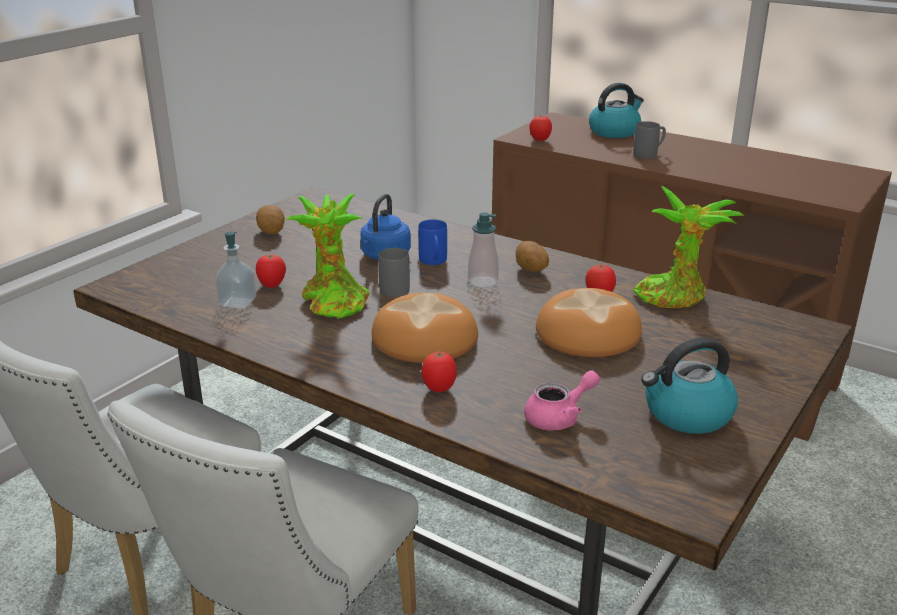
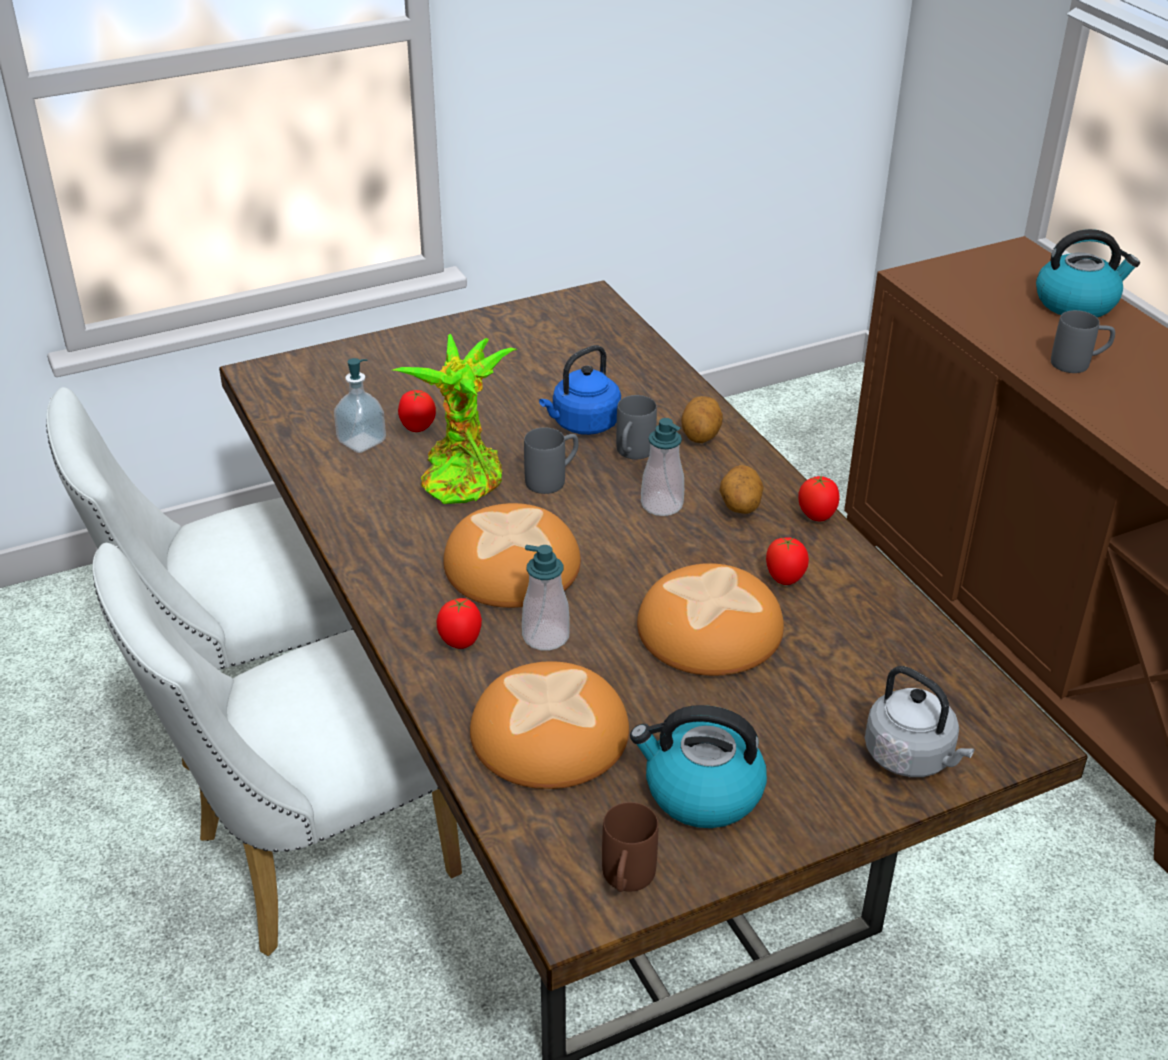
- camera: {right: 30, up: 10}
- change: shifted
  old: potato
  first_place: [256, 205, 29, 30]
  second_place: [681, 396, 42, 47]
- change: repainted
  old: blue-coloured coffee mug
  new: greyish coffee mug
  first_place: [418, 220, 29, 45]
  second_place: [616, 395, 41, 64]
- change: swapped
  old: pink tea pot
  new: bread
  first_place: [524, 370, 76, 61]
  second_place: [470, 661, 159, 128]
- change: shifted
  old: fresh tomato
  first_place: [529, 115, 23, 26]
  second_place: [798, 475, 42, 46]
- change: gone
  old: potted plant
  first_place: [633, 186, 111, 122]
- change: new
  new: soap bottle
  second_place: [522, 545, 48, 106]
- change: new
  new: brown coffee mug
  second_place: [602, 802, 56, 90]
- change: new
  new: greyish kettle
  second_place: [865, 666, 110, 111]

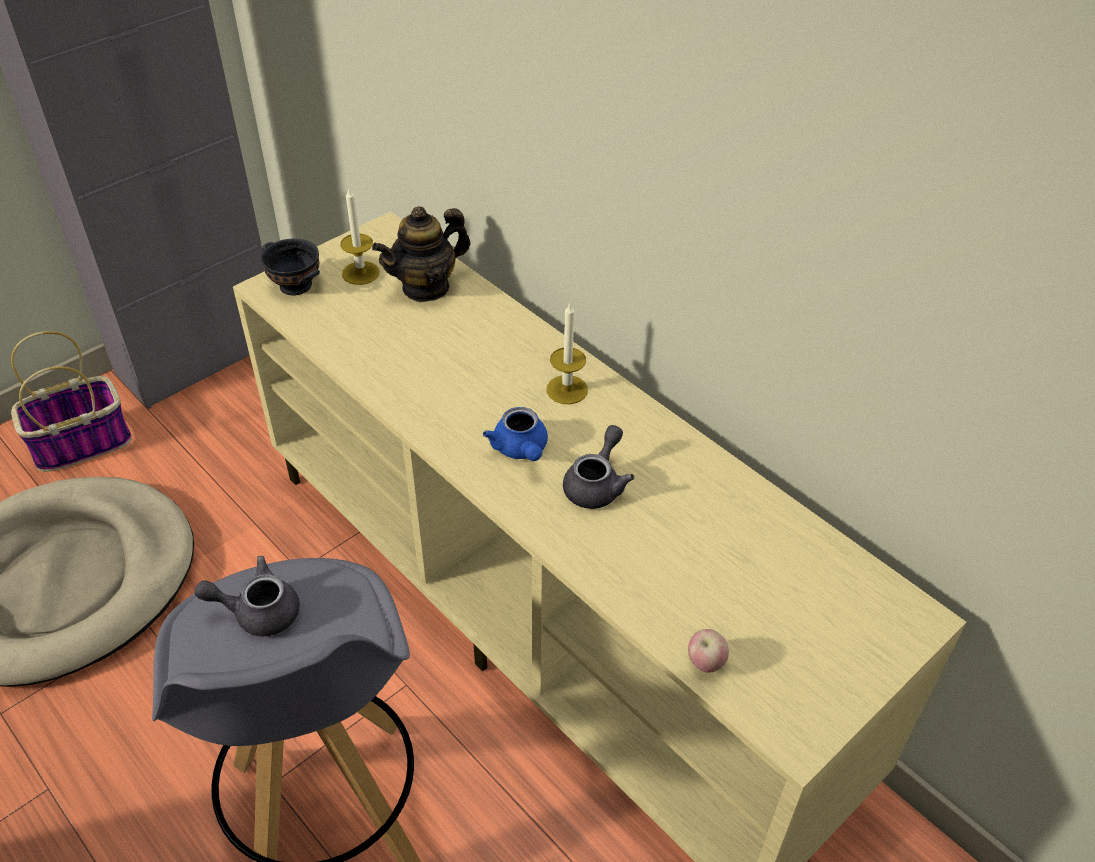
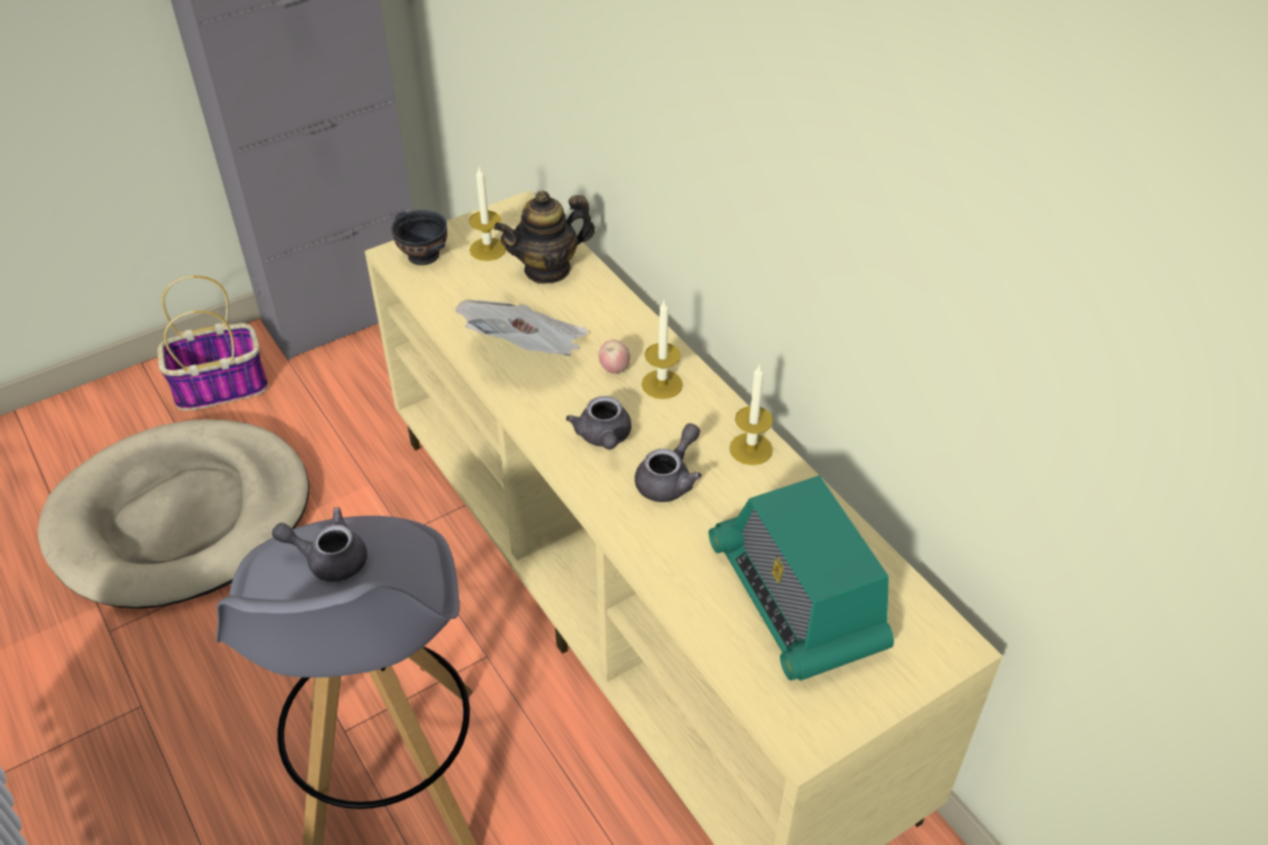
- camera: {right: 10, up: 0}
- change: repainted
  old: blue-coloured tea pot
  new: greyish tea pot
  first_place: [483, 407, 65, 54]
  second_place: [566, 396, 66, 54]
- change: shifted
  old: apple fruit
  first_place: [688, 629, 41, 44]
  second_place: [599, 340, 31, 34]
- change: new
  new: printed paper
  second_place: [455, 300, 134, 56]
- change: new
  new: radio receiver
  second_place: [709, 475, 185, 206]
- change: new
  new: candle
  second_place: [729, 363, 44, 102]

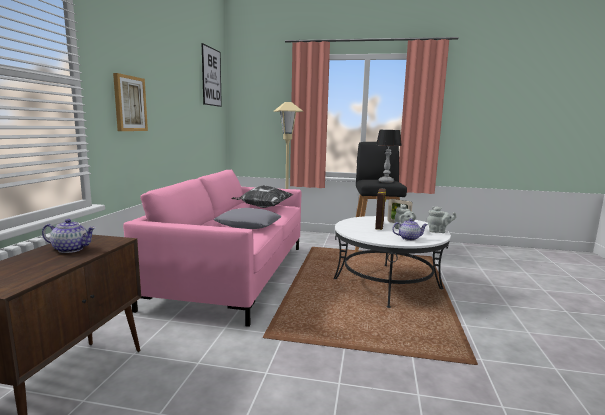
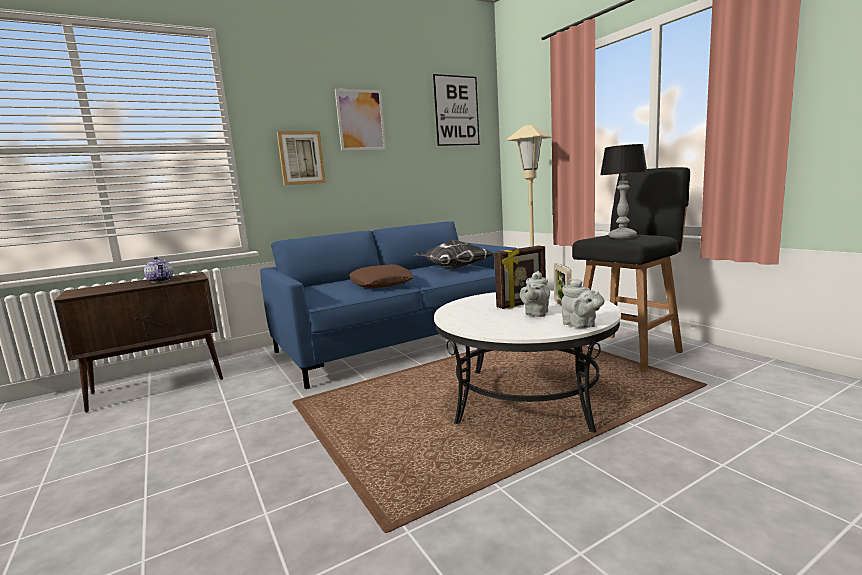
- camera: {right: 50, up: 0}
- change: repainted
  old: pink settee
  new: blue-coloured settee
  first_place: [123, 170, 178, 157]
  second_place: [260, 221, 256, 168]
- change: repainted
  old: greyish throw pillow
  new: brown throw pillow
  first_place: [213, 208, 69, 21]
  second_place: [349, 264, 65, 24]
- change: gone
  old: tea pot
  first_place: [392, 219, 36, 22]
- change: new
  new: wall picture
  second_place: [335, 88, 51, 63]

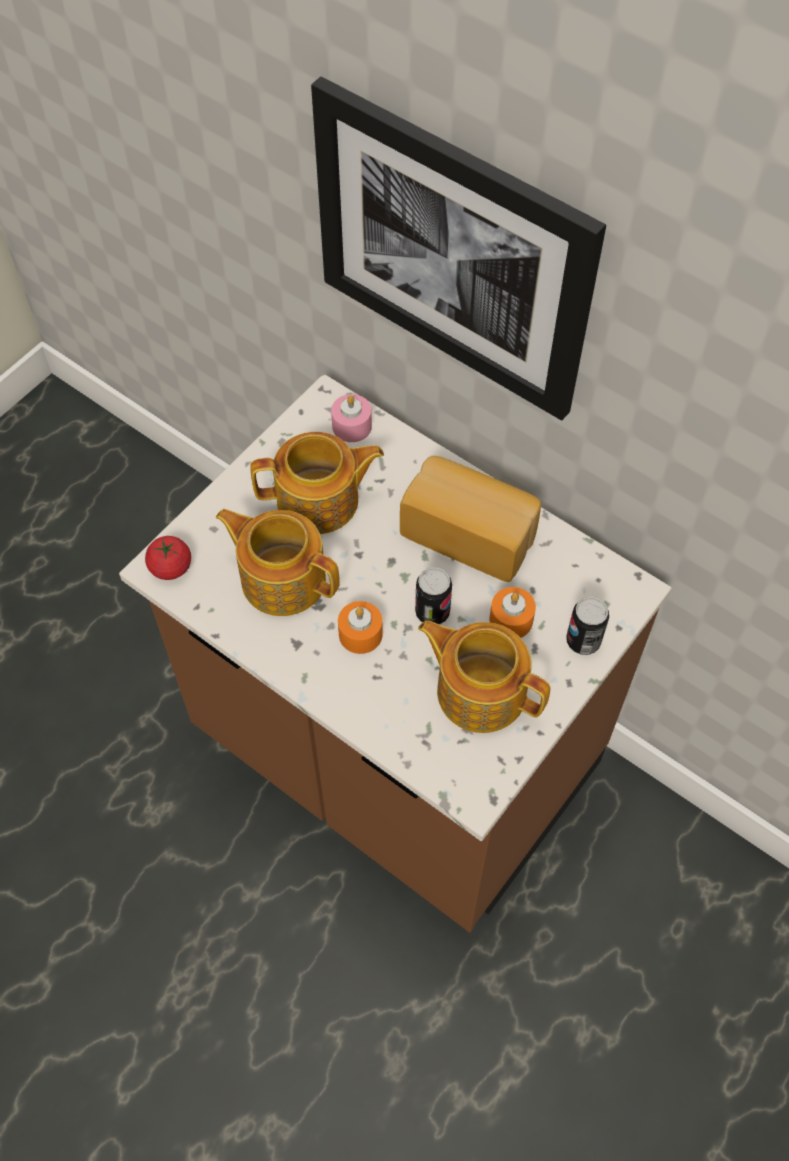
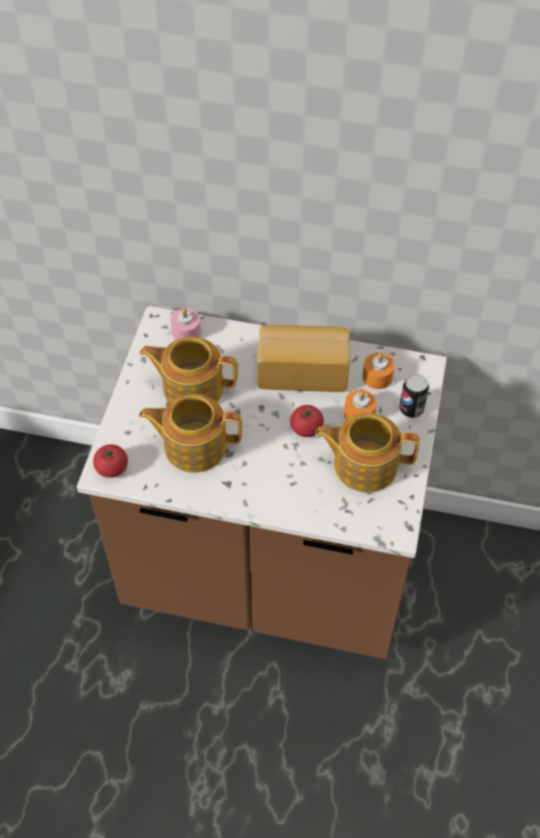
- camera: {right: -25, up: -5}
- change: rotated
  old: tea pot
  first_place: [250, 432, 134, 102]
  second_place: [140, 337, 98, 66]
  degrees: -135
- change: gone
  old: wall picture
  first_place: [311, 76, 295, 344]
- change: shifted
  old: orangey candle
  first_place: [338, 601, 45, 53]
  second_place: [362, 353, 33, 36]
- change: swapped
  old: can
  new: fresh tomato
  first_place: [415, 567, 37, 58]
  second_place: [290, 405, 34, 32]

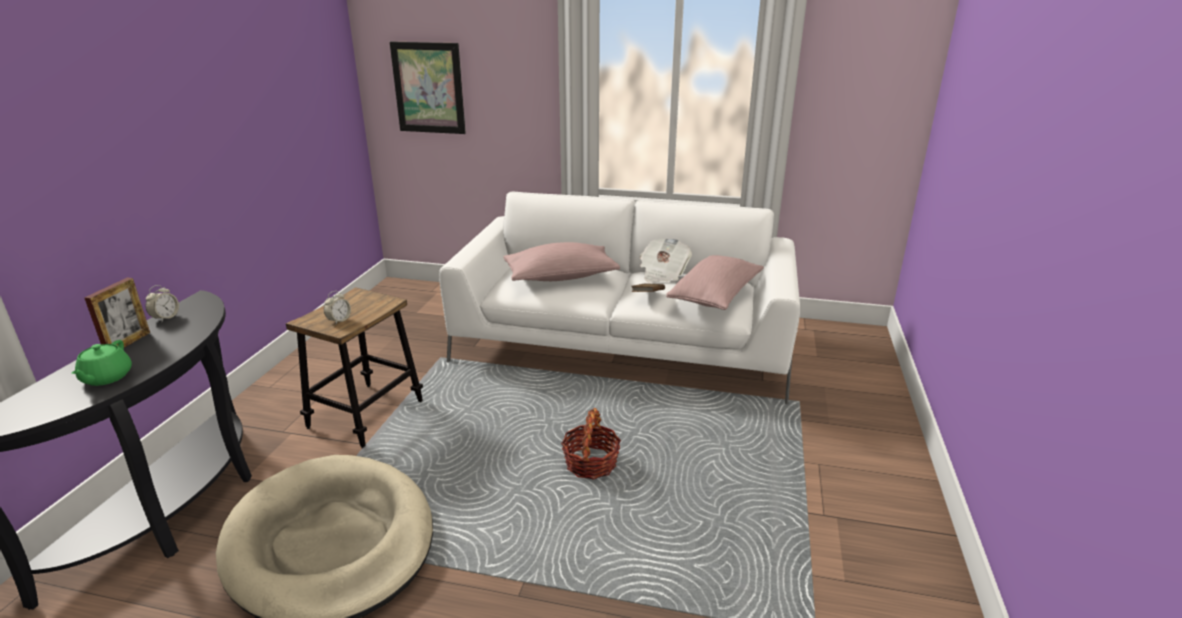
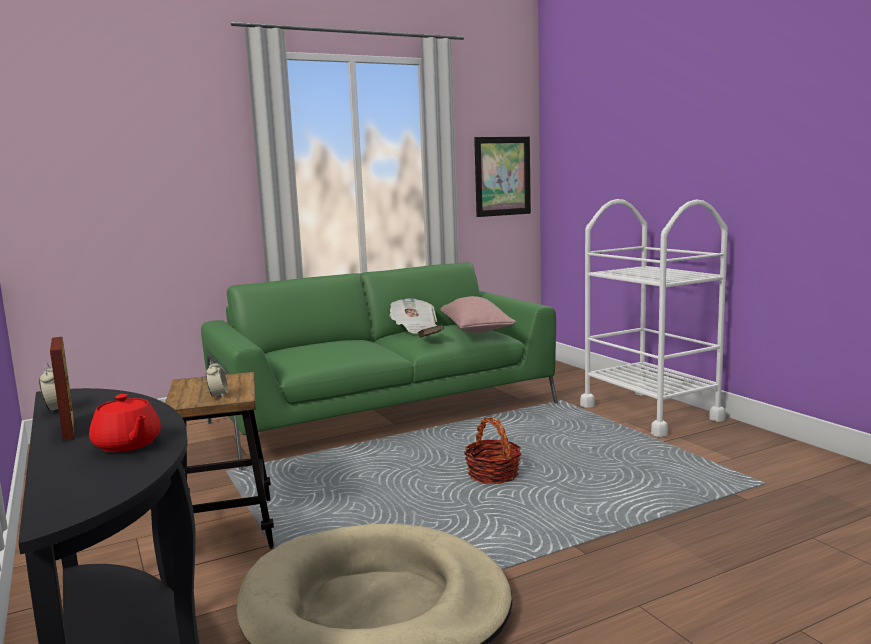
- camera: {right: -40, up: -15}
- change: repainted
  old: green-coloured tea pot
  new: red tea pot
  first_place: [71, 340, 61, 46]
  second_place: [89, 394, 72, 58]
- change: shifted
  old: wall picture
  first_place: [390, 42, 76, 92]
  second_place: [474, 137, 57, 80]
- change: repainted
  old: white settee
  new: green-coloured settee
  first_place: [439, 192, 361, 213]
  second_place: [201, 262, 357, 209]
- change: gone
  old: pink throw pillow
  first_place: [503, 242, 117, 39]
- change: new
  new: white cart
  second_place: [580, 199, 148, 238]

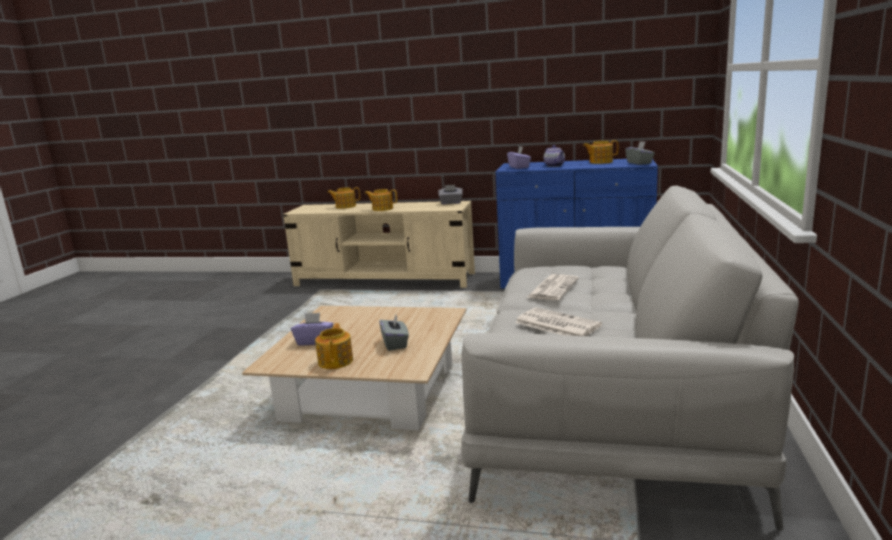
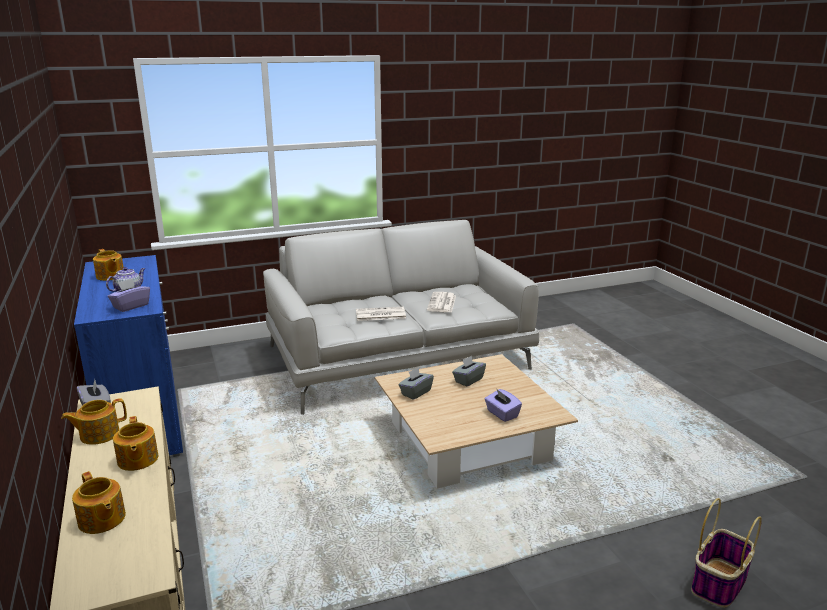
- camera: {right: -125, up: 5}
- change: shifted
  old: tea pot
  first_place: [315, 323, 38, 46]
  second_place: [61, 398, 66, 47]
- change: shifted
  old: greyish box of tissues
  first_place: [625, 141, 30, 24]
  second_place: [399, 367, 35, 33]
- change: new
  new: storage basket
  second_place: [691, 498, 71, 110]

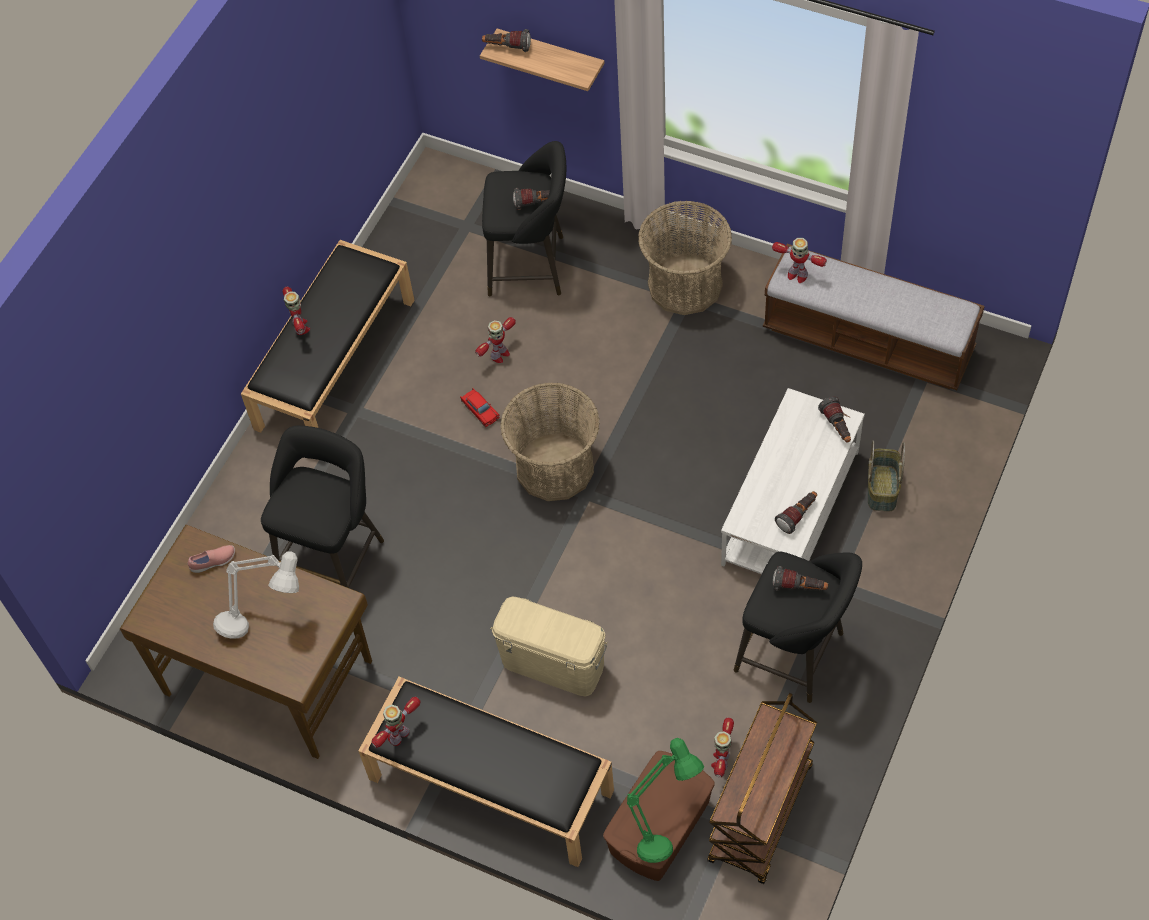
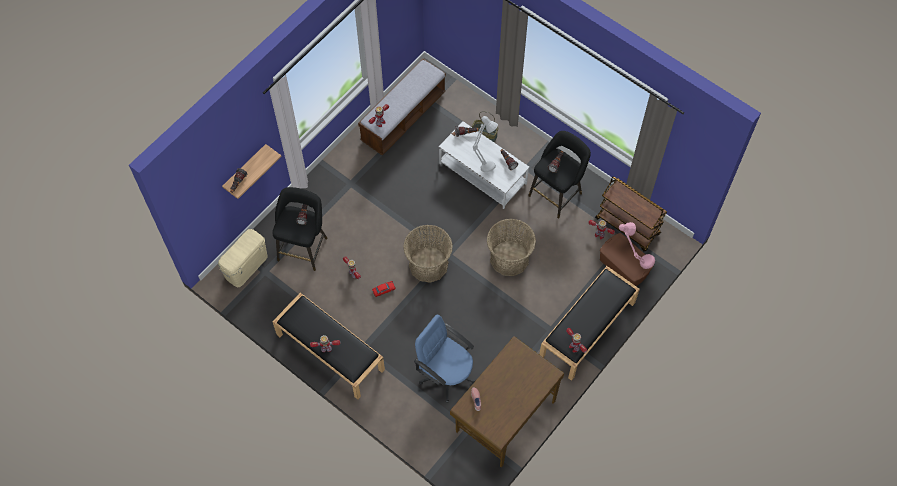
- camera: {right: -80, up: 5}
- change: shifted
  old: greyish lamp for a table
  first_place: [213, 551, 86, 88]
  second_place: [473, 116, 25, 56]
- change: swapped
  old: black-coloured stool seat
  new: blue-coloured office chair
  first_place: [261, 425, 123, 163]
  second_place: [414, 314, 61, 89]
- change: shifted
  old: beige-coloured storage box
  first_place: [490, 596, 118, 101]
  second_place: [218, 229, 49, 58]
- change: repainted
  old: green-coloured lamp for a table
  new: pink lamp for a table
  first_place: [627, 738, 77, 125]
  second_place: [619, 222, 36, 47]
- change: shifted
  old: storage basket
  first_place: [638, 200, 94, 115]
  second_place: [487, 219, 49, 57]

